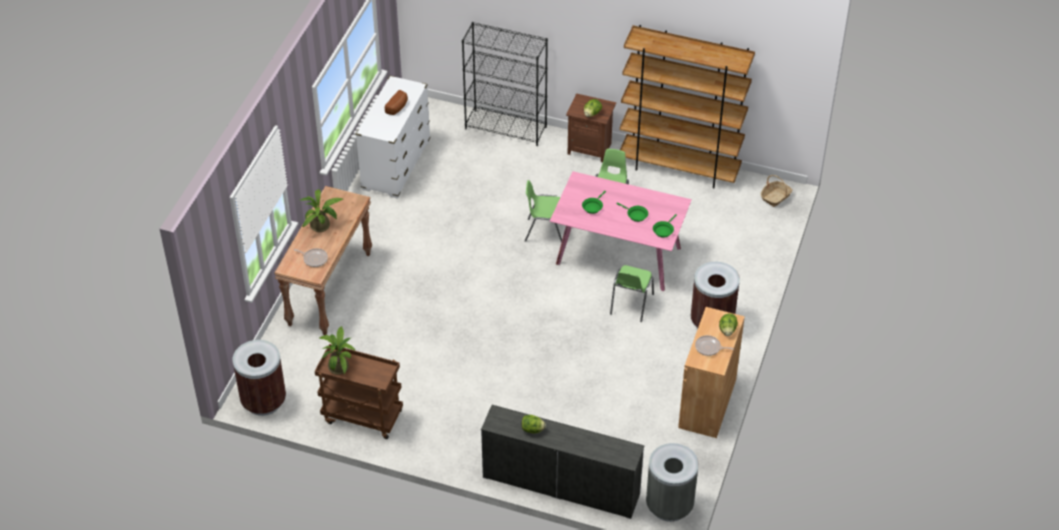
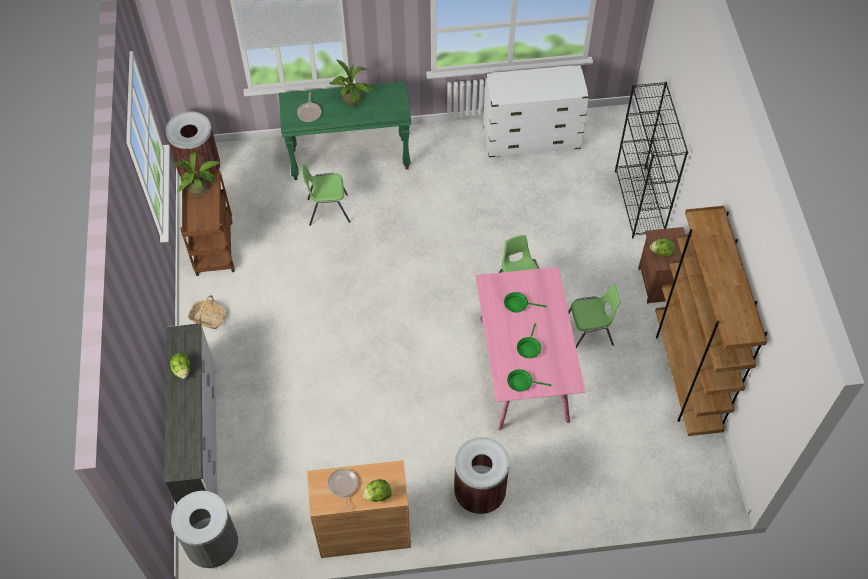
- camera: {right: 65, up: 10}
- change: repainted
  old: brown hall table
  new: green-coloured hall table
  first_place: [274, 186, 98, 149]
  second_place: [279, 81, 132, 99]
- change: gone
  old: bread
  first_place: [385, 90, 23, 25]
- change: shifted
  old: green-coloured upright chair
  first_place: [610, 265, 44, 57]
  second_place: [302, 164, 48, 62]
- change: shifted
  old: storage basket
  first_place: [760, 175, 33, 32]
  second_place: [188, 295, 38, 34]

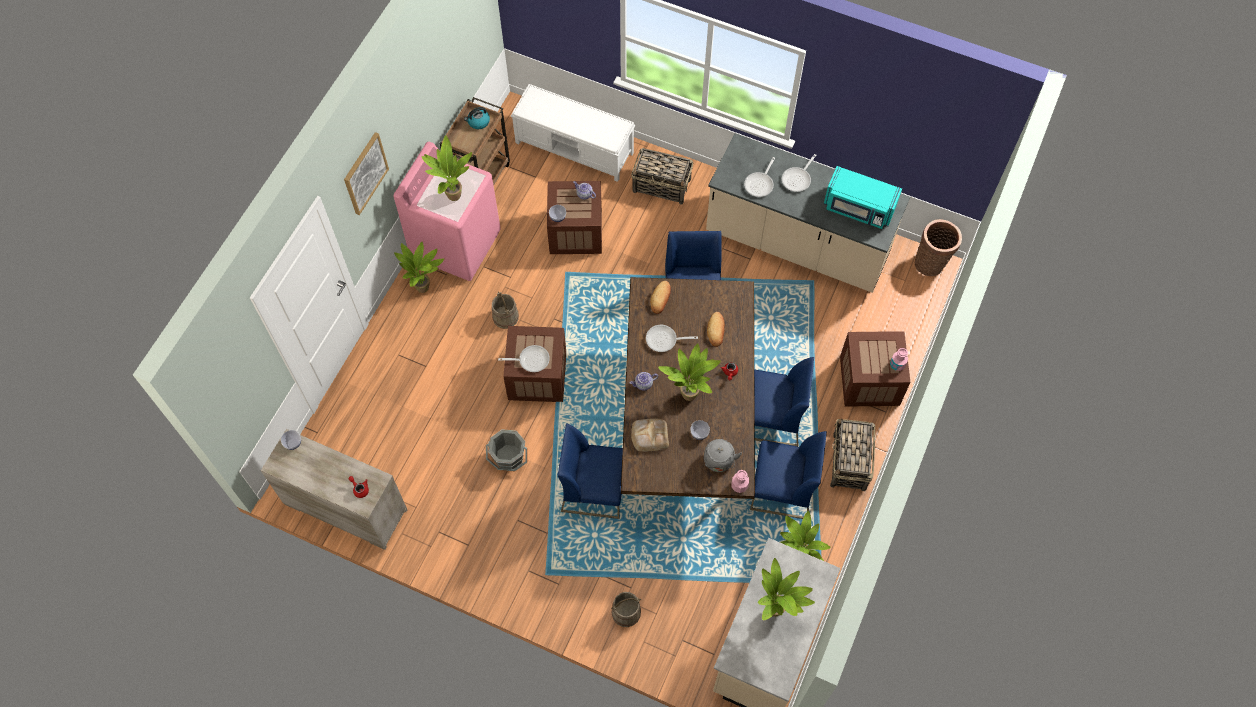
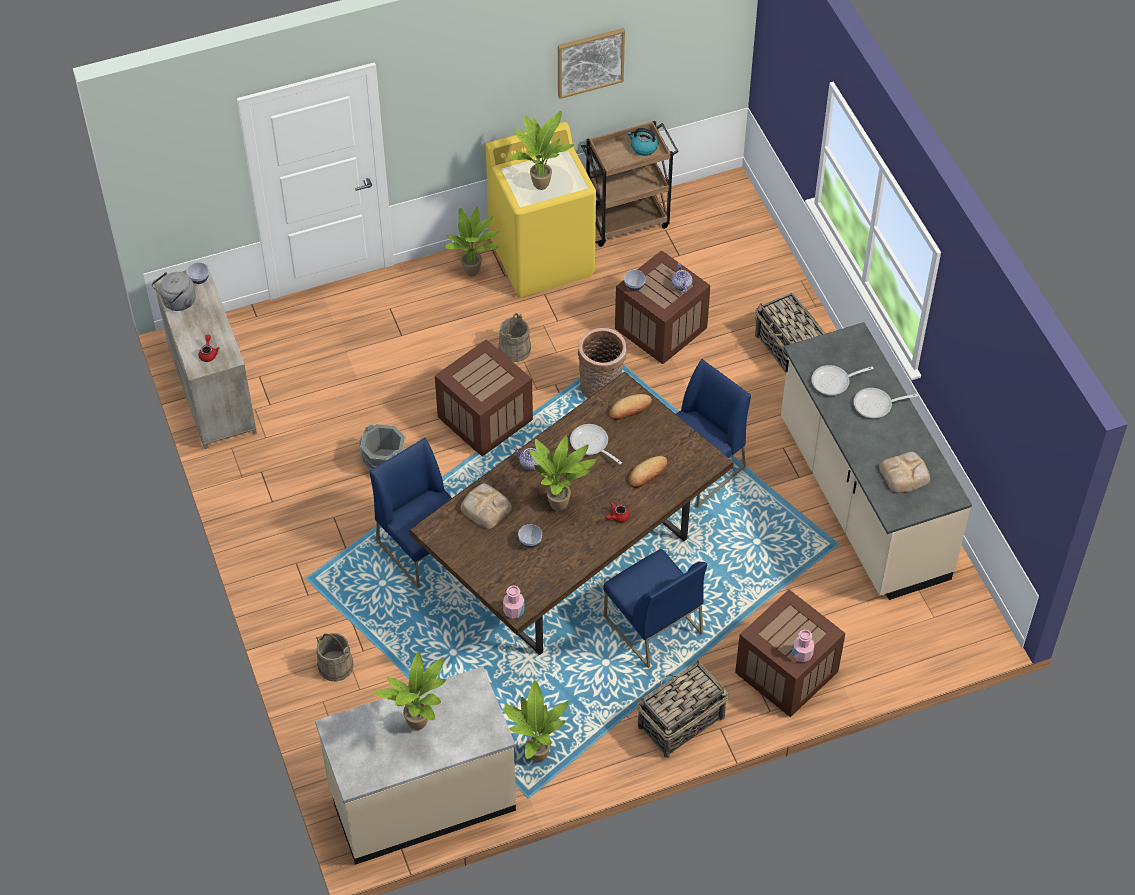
- camera: {right: 45, up: -10}
- change: shifted
  old: wall picture
  first_place: [344, 132, 45, 83]
  second_place: [558, 28, 67, 71]
- change: repainted
  old: pink washing machine
  new: yellow-coloured washing machine
  first_place: [394, 142, 107, 139]
  second_place: [486, 122, 110, 175]
- change: gone
  old: pan
  first_place: [498, 345, 52, 27]
- change: gone
  old: white indoor bench
  first_place: [511, 84, 124, 98]
- change: shifted
  old: greyish kettle
  first_place: [704, 439, 38, 33]
  second_place: [152, 272, 44, 39]
- change: gone
  old: blue-coloured upright chair
  first_place: [750, 431, 77, 88]
- change: swapped
  old: blue-green microwave oven
  new: bread
  first_place: [824, 166, 78, 63]
  second_place: [879, 452, 51, 41]
- change: shifted
  old: storage basket
  first_place: [915, 219, 47, 57]
  second_place: [578, 328, 49, 70]

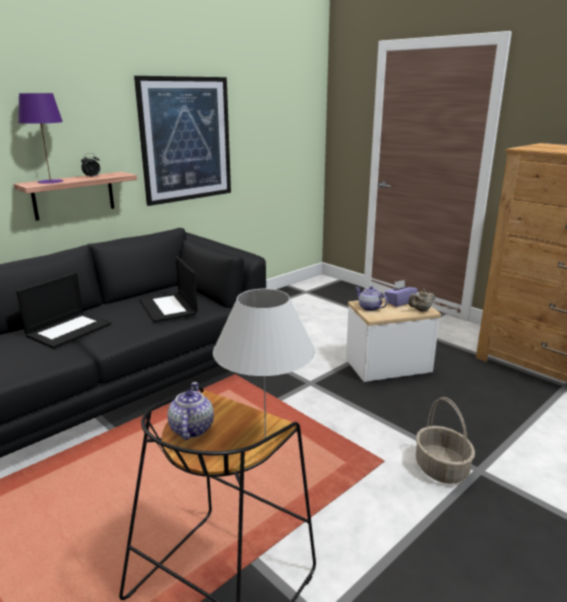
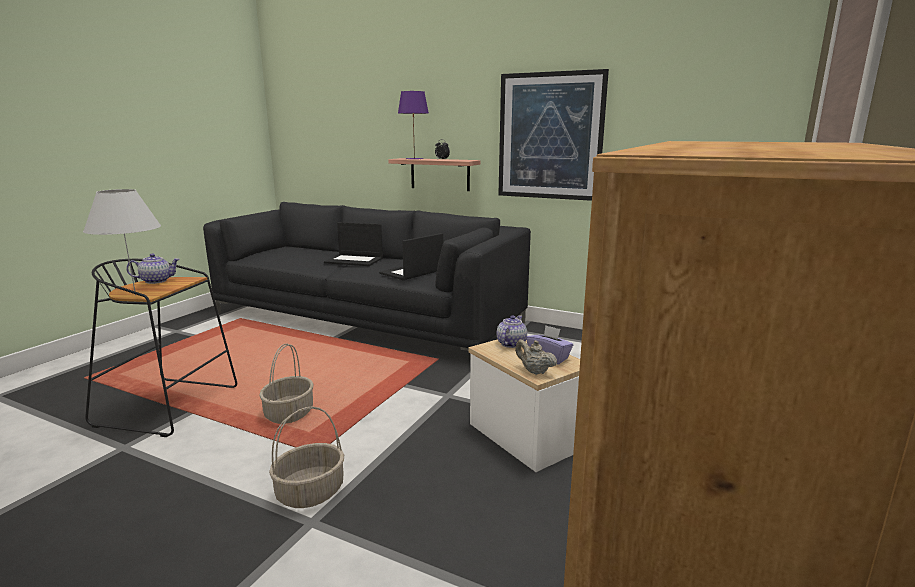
- camera: {right: 70, up: -5}
- change: new
  new: storage basket
  second_place: [259, 343, 54, 81]

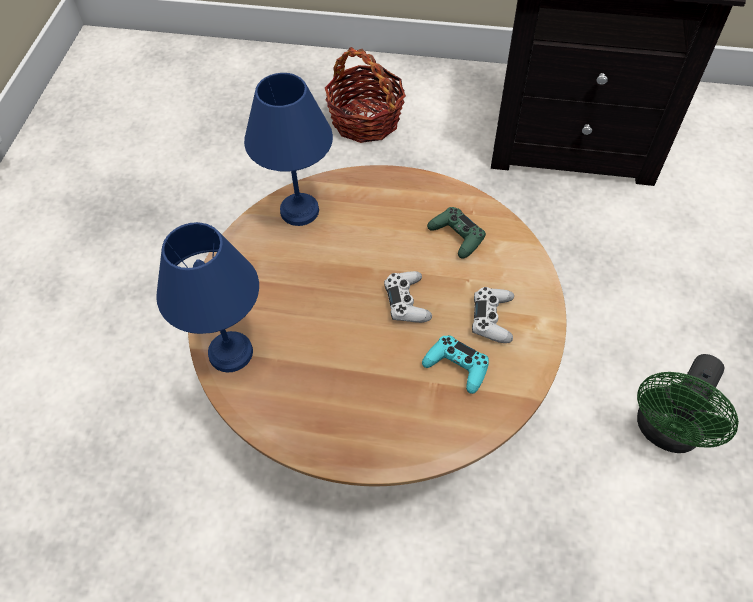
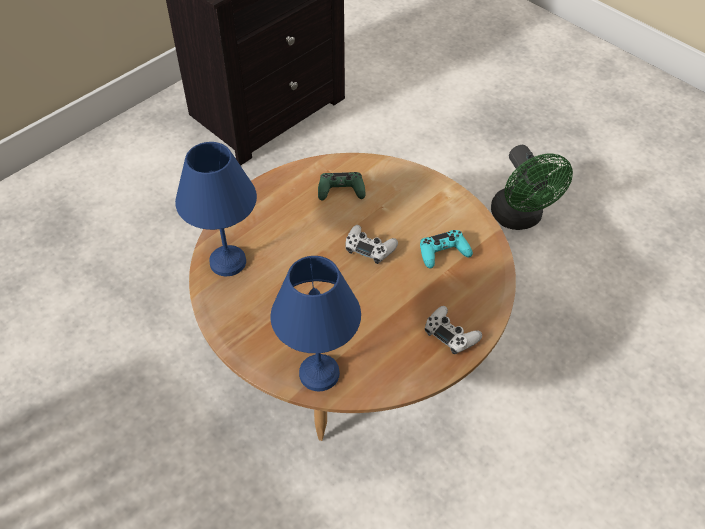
- camera: {right: -55, up: -5}
- change: gone
  old: storage basket
  first_place: [325, 47, 81, 96]
- change: shifted
  old: white gamepad
  first_place: [472, 287, 42, 56]
  second_place: [425, 306, 57, 48]

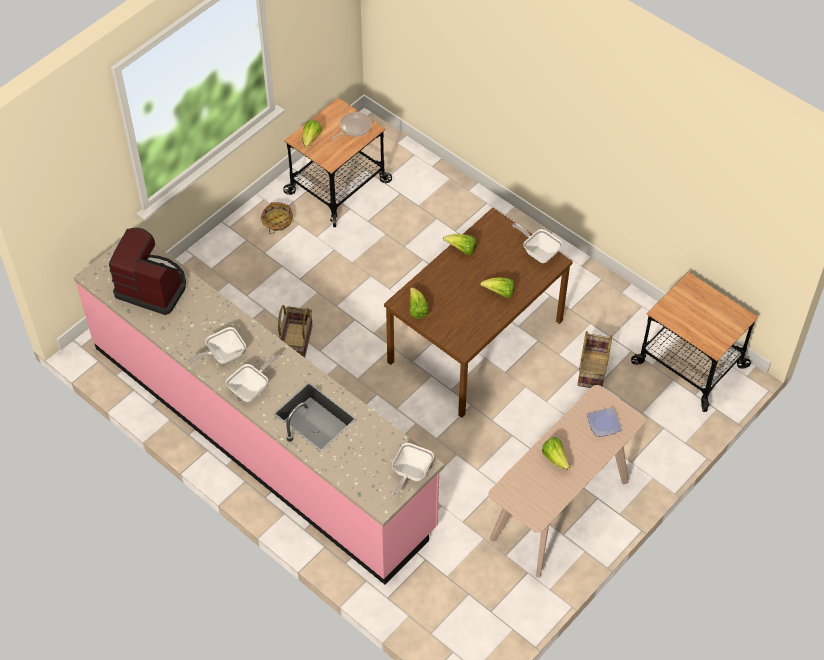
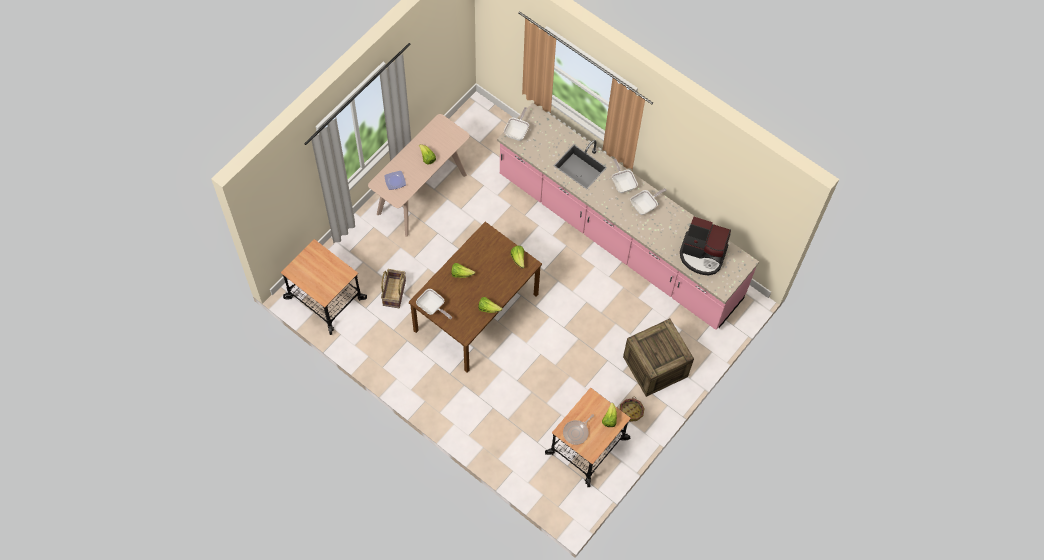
- camera: {right: 175, up: 10}
- change: rotated
  old: pan
  first_place: [225, 355, 53, 47]
  second_place: [612, 158, 26, 35]
  degrees: 120
- change: gone
  old: storage basket
  first_place: [278, 305, 35, 53]
- change: new
  new: shipping crate
  second_place: [623, 319, 71, 78]

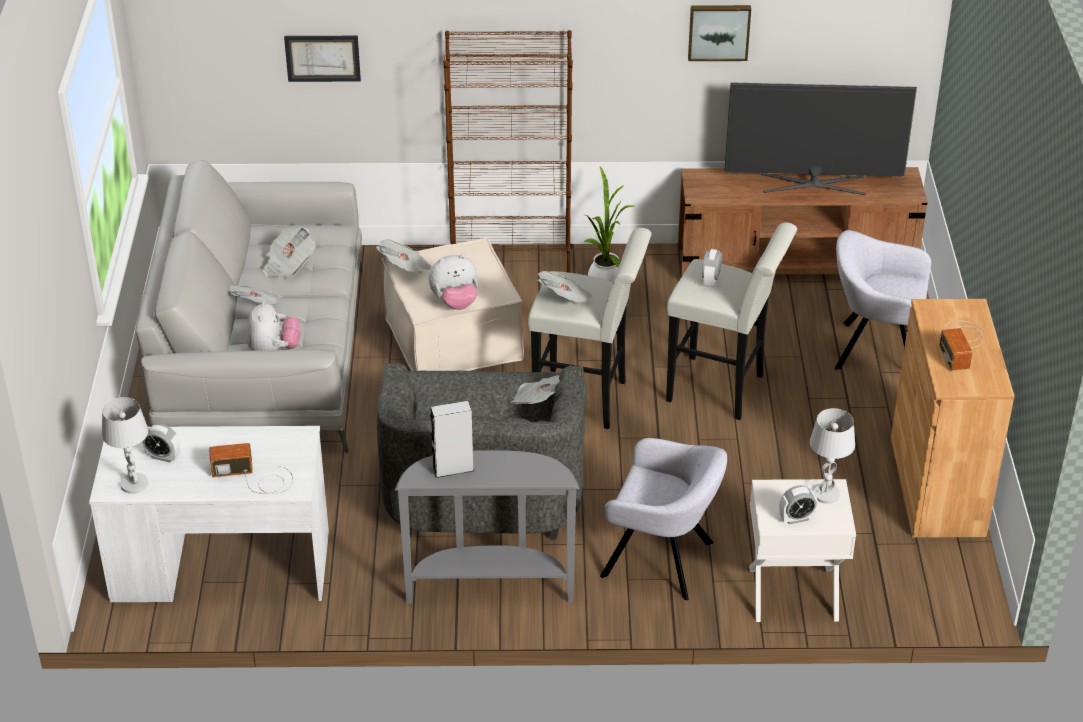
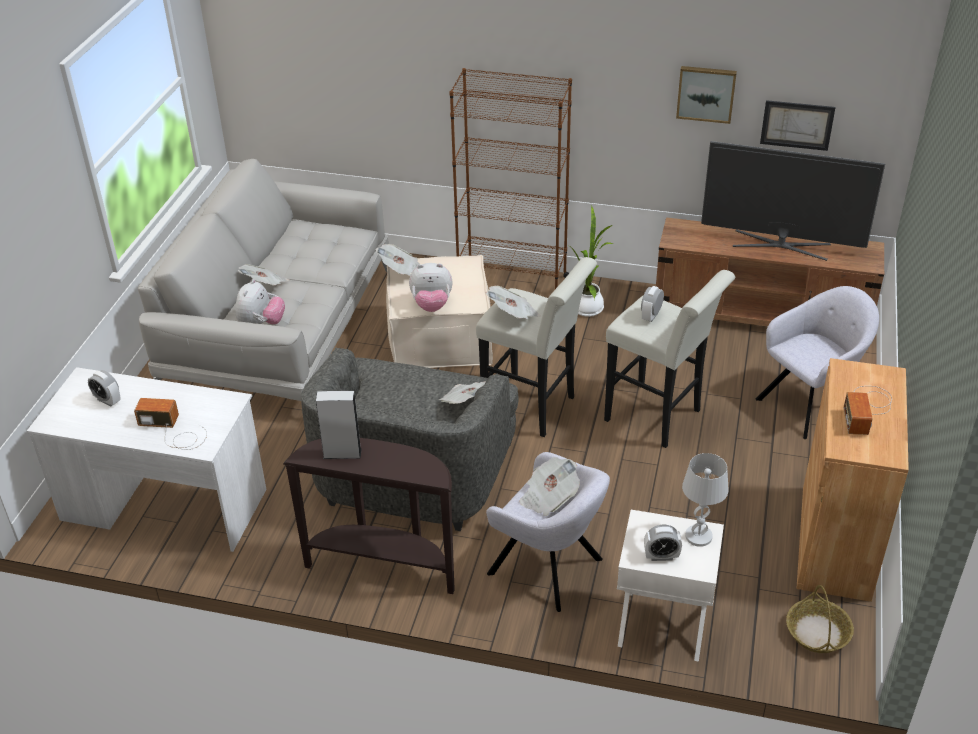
- camera: {right: 15, up: 0}
- change: gone
  old: white lamp for a table
  first_place: [102, 397, 46, 97]
- change: shifted
  old: printed paper
  first_place: [262, 227, 53, 52]
  second_place: [519, 457, 61, 59]
- change: shifted
  old: wall picture
  first_place: [284, 36, 77, 46]
  second_place: [760, 100, 75, 51]
- change: repainted
  old: greyish hall table
  new: brown hall table
  first_place: [395, 450, 184, 153]
  second_place: [283, 438, 172, 156]
- change: rotated
  old: greyish lounge chair
  first_place: [835, 230, 96, 140]
  second_place: [756, 286, 123, 153]
  degrees: 120
- change: new
  new: storage basket
  second_place: [786, 585, 68, 68]

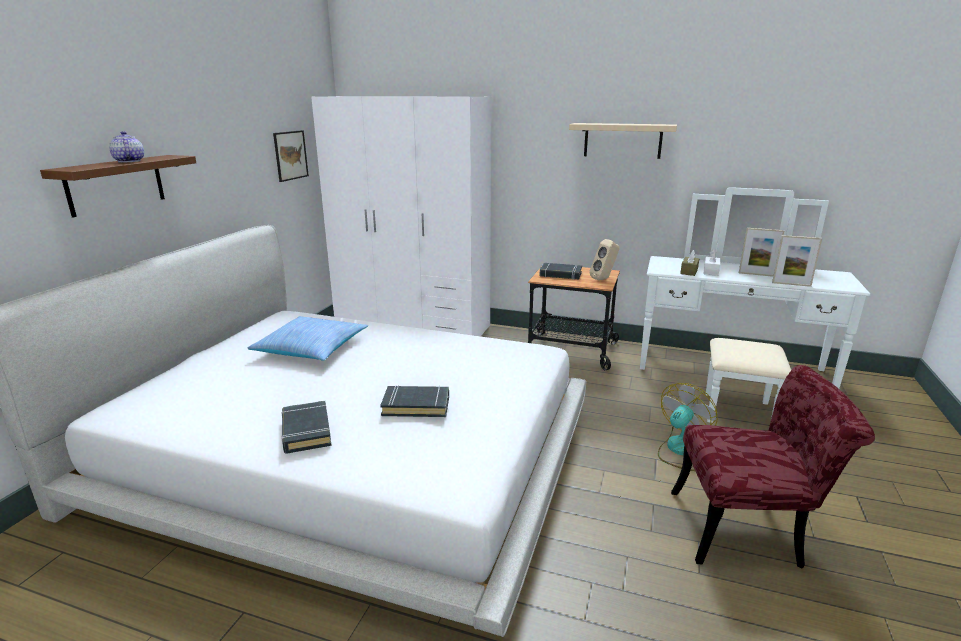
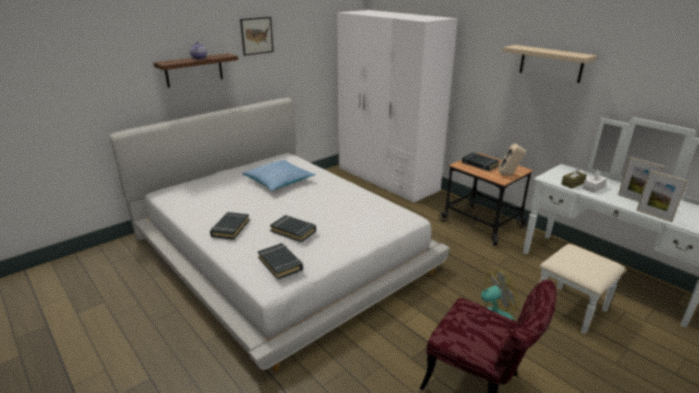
- camera: {right: 30, up: 5}
- change: shifted
  old: wall picture
  first_place: [273, 130, 36, 52]
  second_place: [240, 17, 34, 39]
- change: new
  new: black-coloured bound book
  second_place: [258, 243, 45, 37]

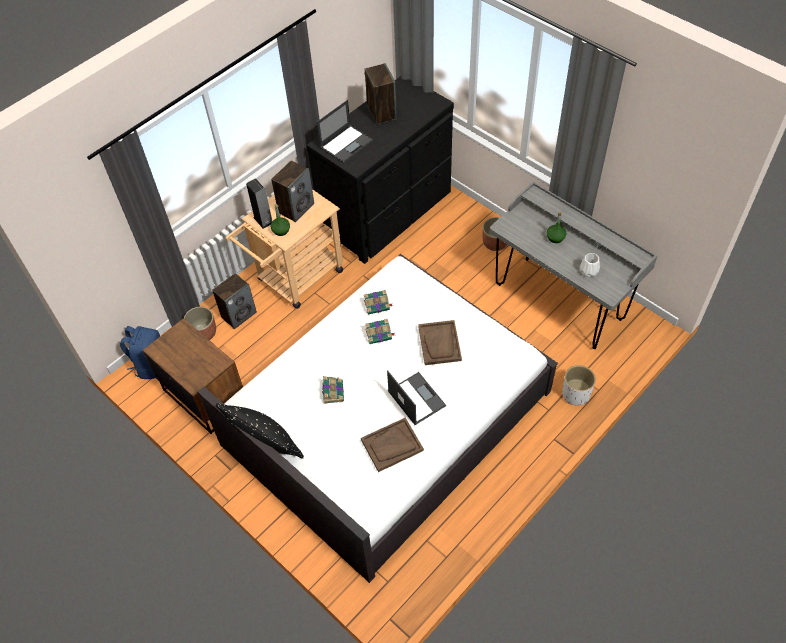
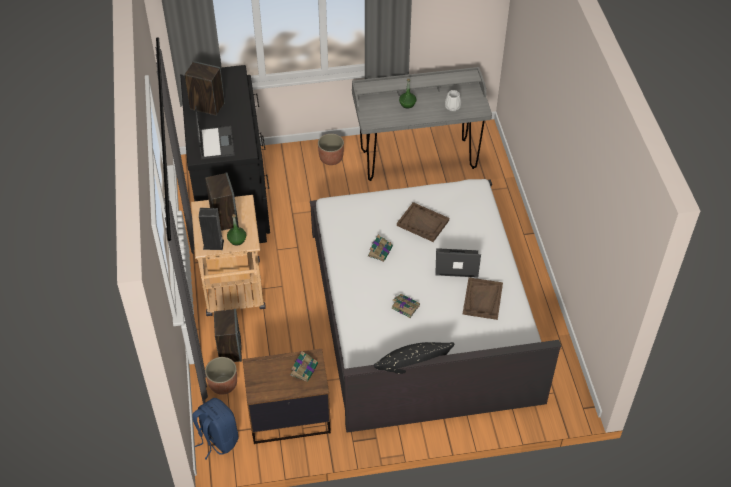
- camera: {right: -55, up: -5}
- change: shifted
  old: bound book
  first_place: [364, 290, 29, 25]
  second_place: [290, 351, 28, 31]
- change: gone
  old: white plant pot
  first_place: [562, 365, 34, 40]

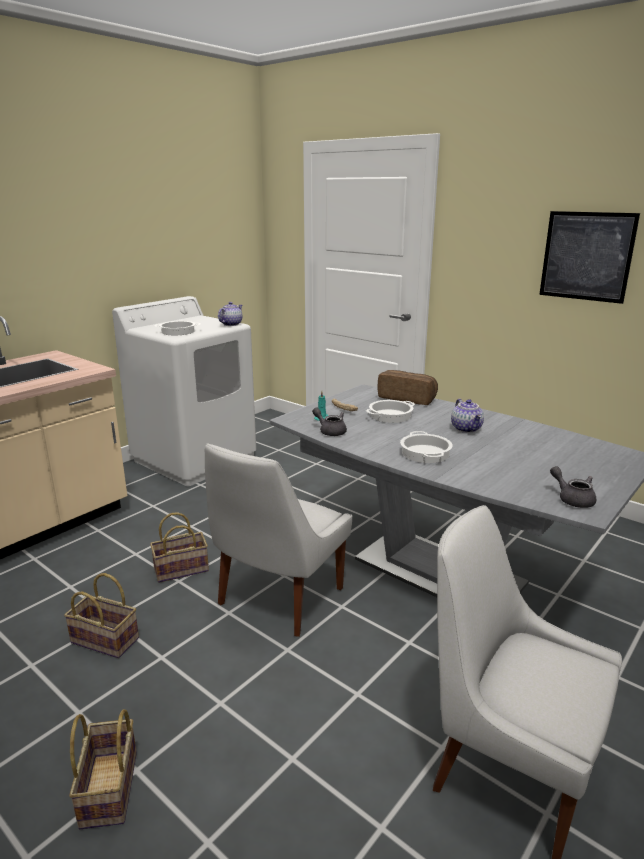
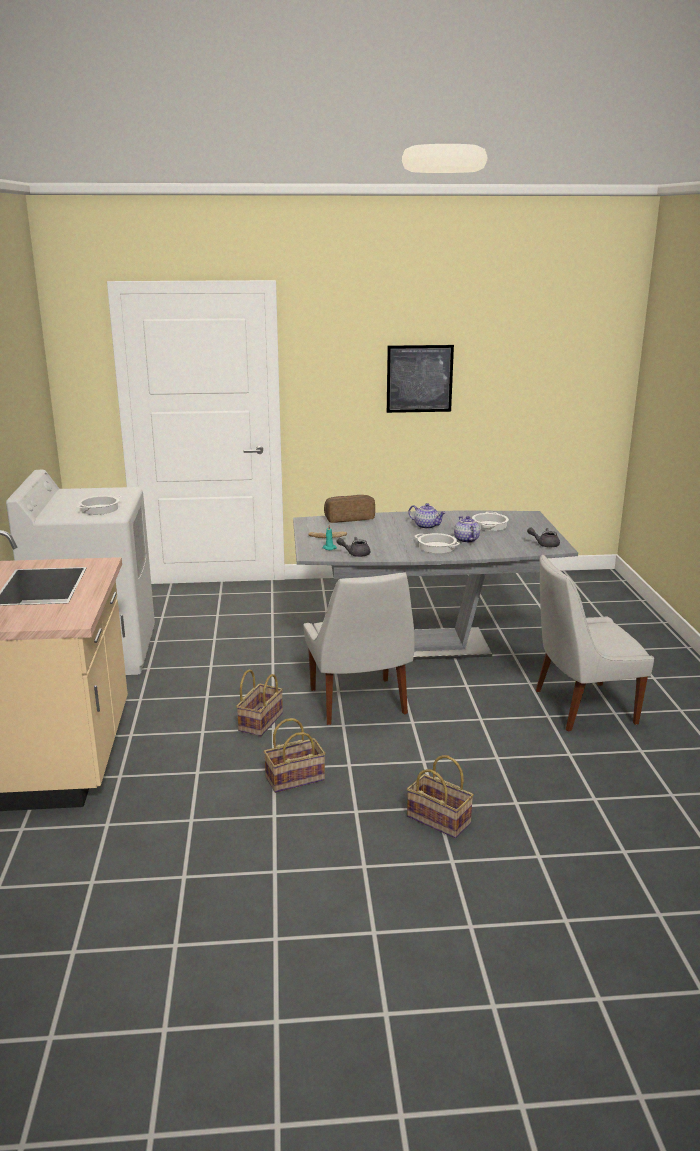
- camera: {right: -45, up: 0}
- change: shifted
  old: tea pot
  first_place: [218, 302, 25, 24]
  second_place: [454, 516, 26, 27]
- change: shifted
  old: cooking pot
  first_place: [366, 400, 49, 23]
  second_place: [472, 512, 37, 19]

